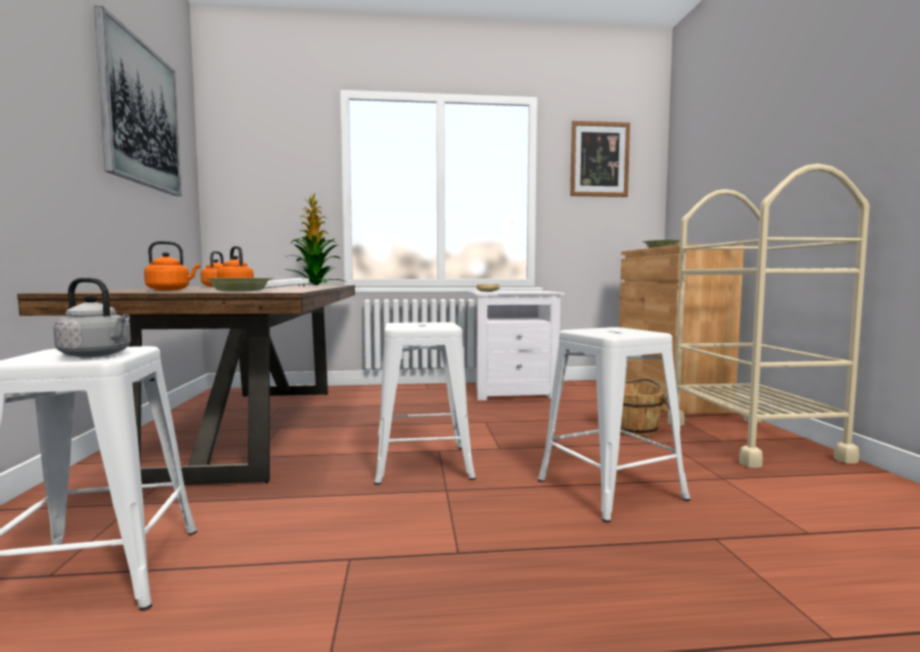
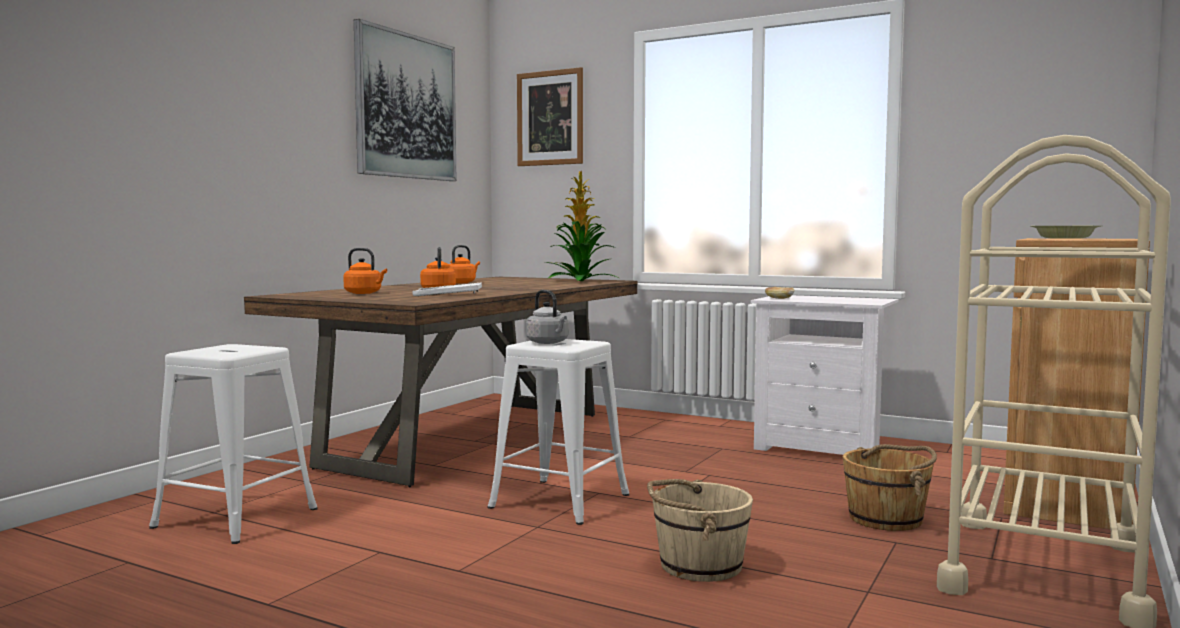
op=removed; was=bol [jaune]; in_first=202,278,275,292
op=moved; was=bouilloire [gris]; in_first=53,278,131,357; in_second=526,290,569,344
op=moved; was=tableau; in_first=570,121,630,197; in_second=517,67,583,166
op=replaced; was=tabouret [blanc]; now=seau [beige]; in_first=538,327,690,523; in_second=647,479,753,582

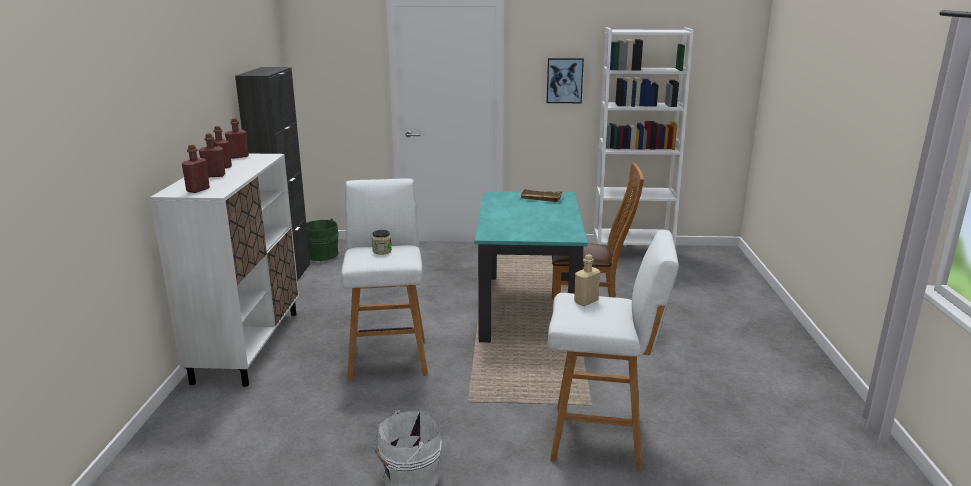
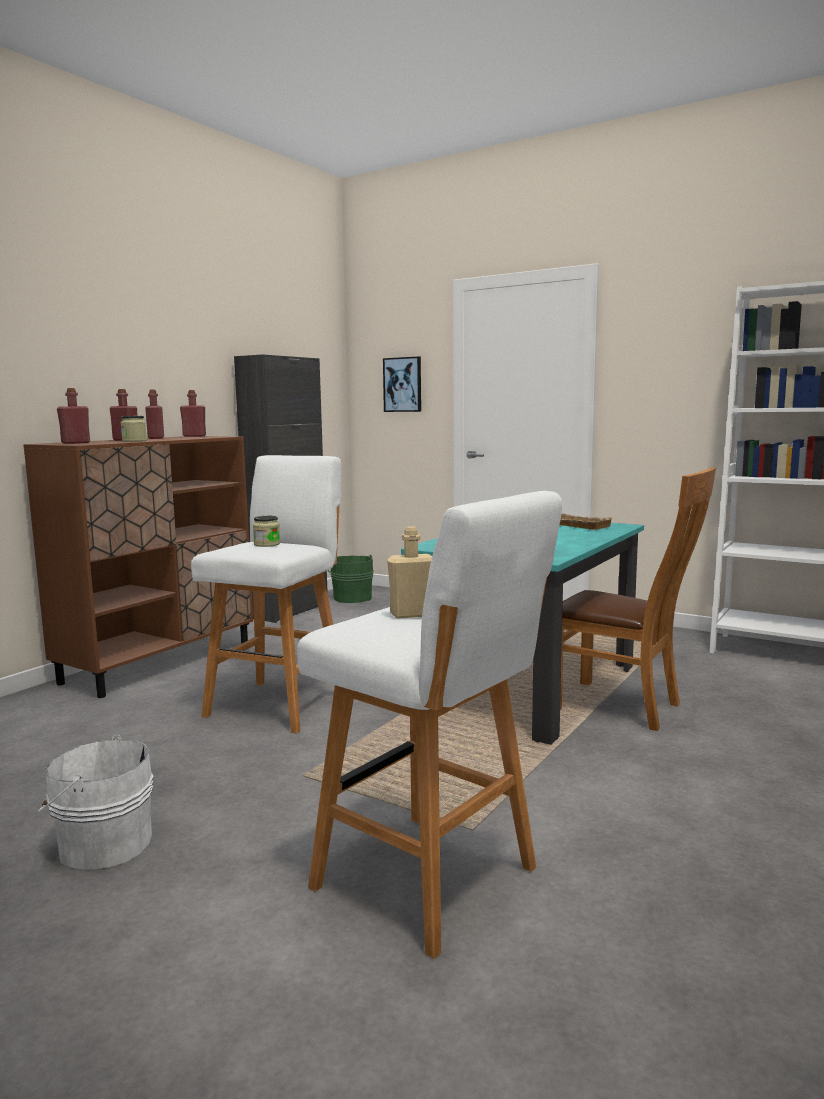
op=added; now=bocal; in_second=121,416,147,442
op=moved; was=tableau; in_first=547,58,584,103; in_second=383,356,421,412
op=recoloured; was=meuble de rangement [blanc]; now=meuble de rangement [marron]; in_first=150,154,299,387; in_second=23,436,253,698

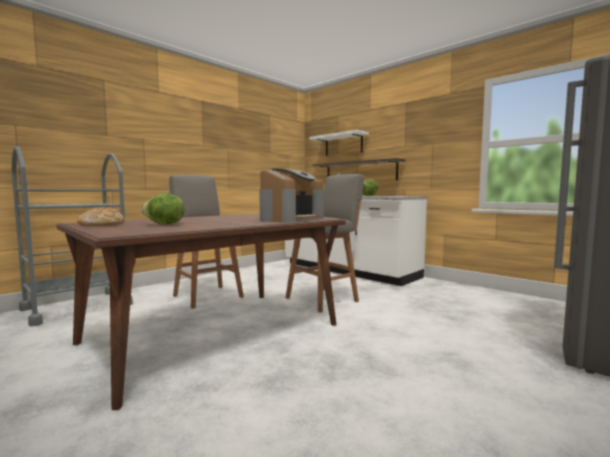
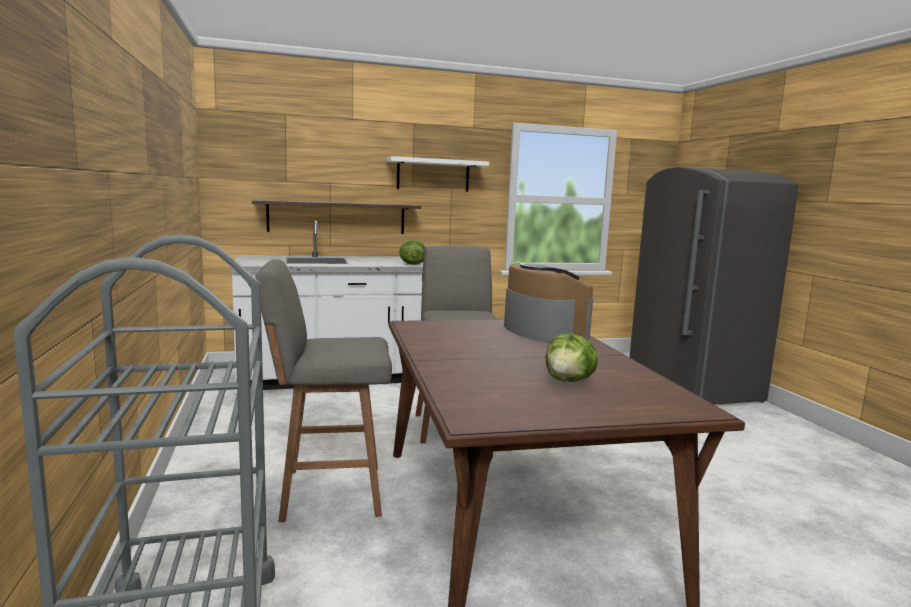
op=removed; was=pain; in_first=77,207,124,226
op=moved; was=étagère [blanc]; in_first=309,130,369,156; in_second=386,156,489,192

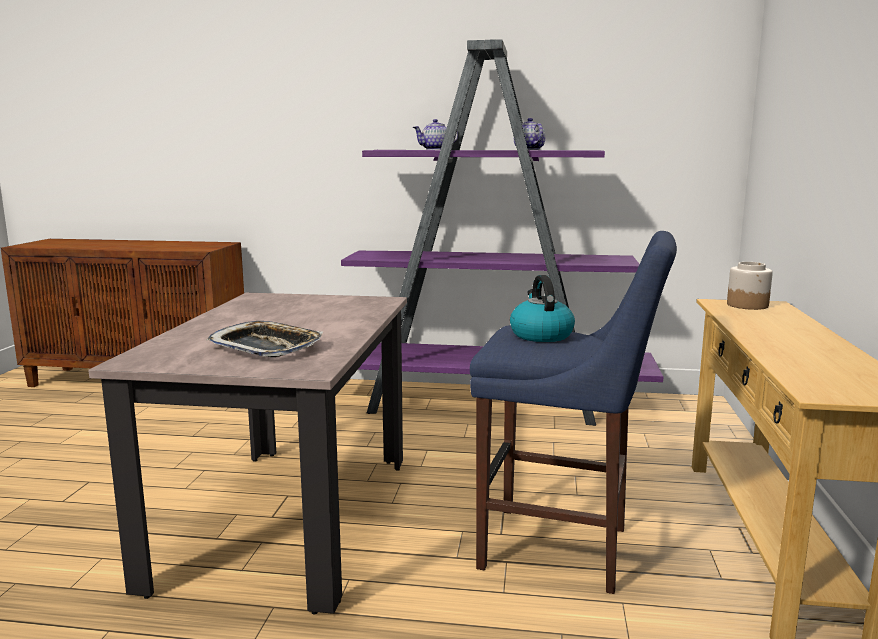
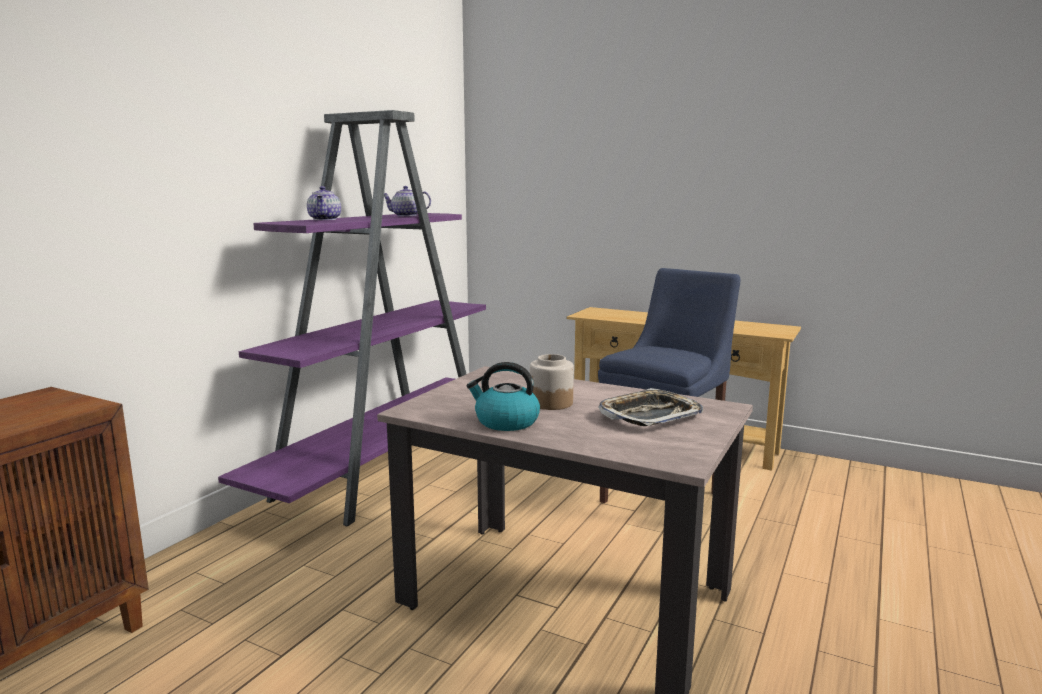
op=moved; was=bouilloire; in_first=510,275,575,342; in_second=466,362,540,431
op=moved; was=bocal; in_first=727,262,773,310; in_second=530,354,574,410

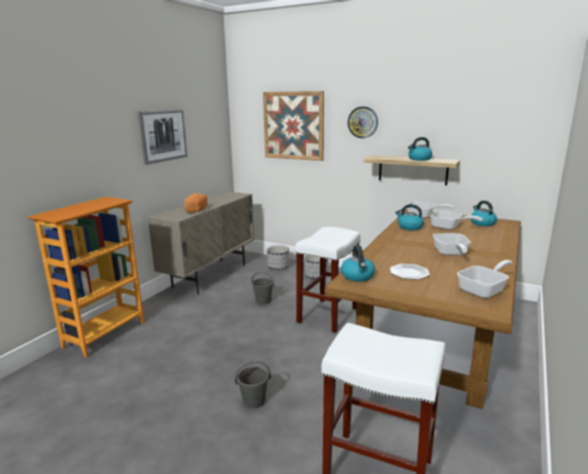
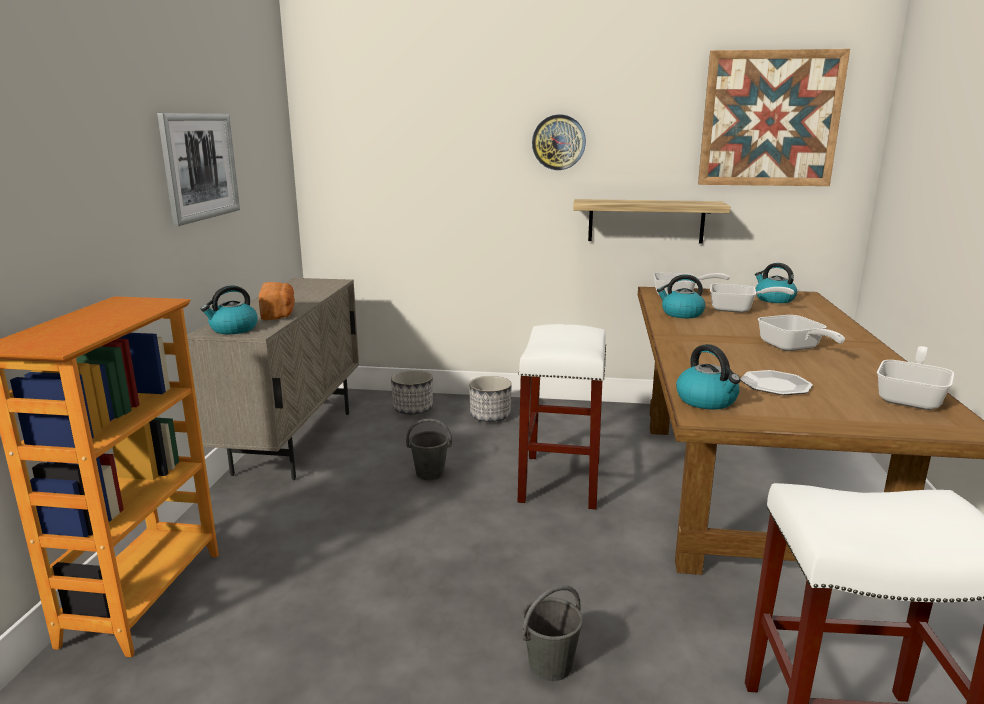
op=moved; was=tableau; in_first=263,91,324,161; in_second=698,49,850,186
op=moved; was=bouilloire; in_first=408,137,432,161; in_second=201,285,258,334

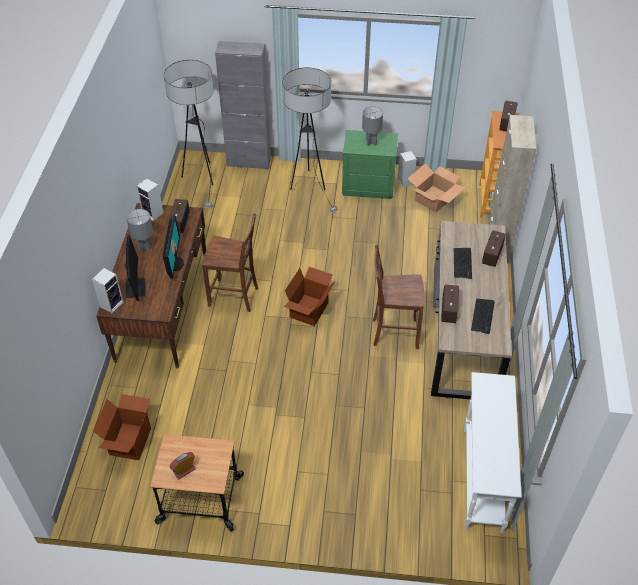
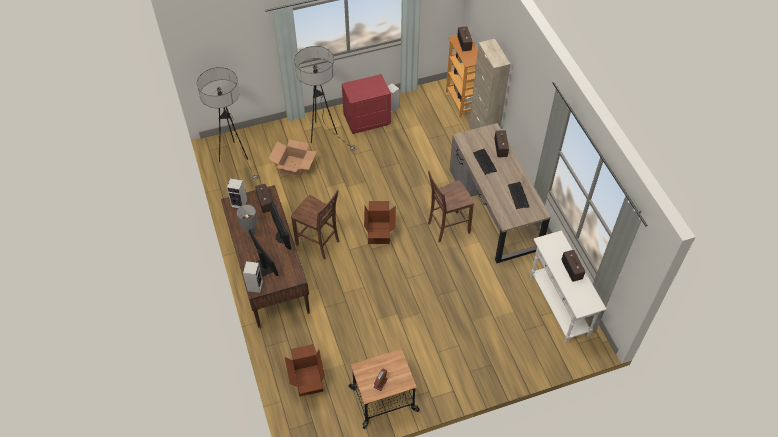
op=removed; was=meuble de rangement [gris]; in_first=215,41,271,170
op=removed; was=lampe de table [gris]; in_first=362,106,383,146
op=moved; was=carton; in_first=408,164,466,212; in_second=269,139,317,178
op=moved; was=radio; in_first=441,285,459,323; in_second=561,250,585,282
op=recoloured; was=table de chevet [vert]; now=table de chevet [rouge]; in_first=342,130,398,199; in_second=342,74,391,134
op=turned; was=chaise [marron]; in_first=202,213,258,312; in_second=291,189,339,260; clockwise=45

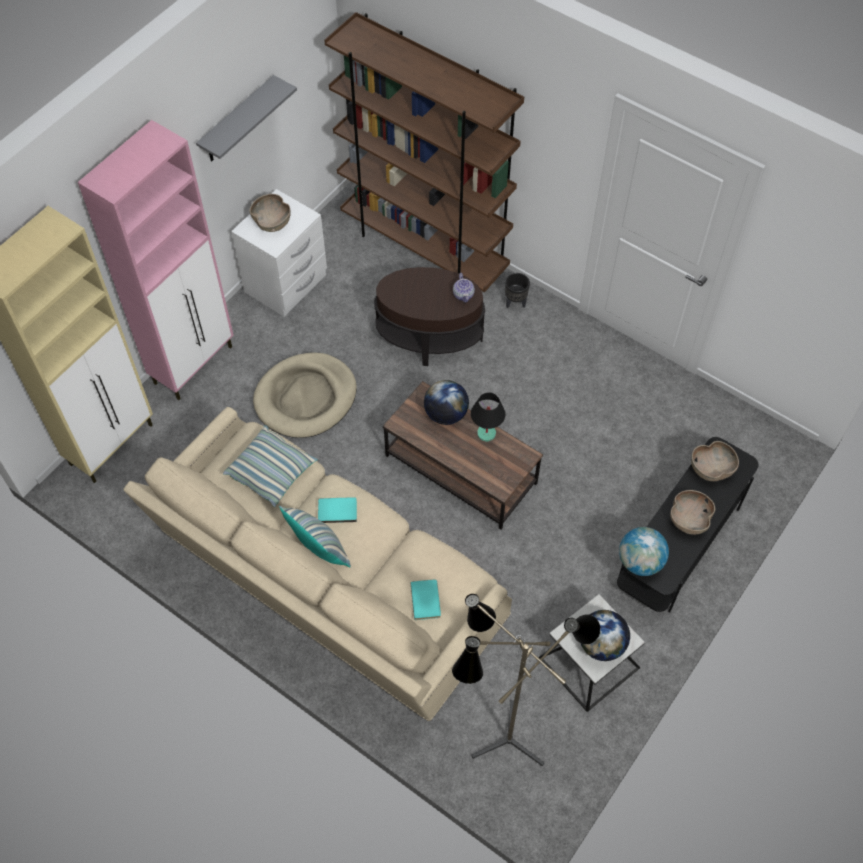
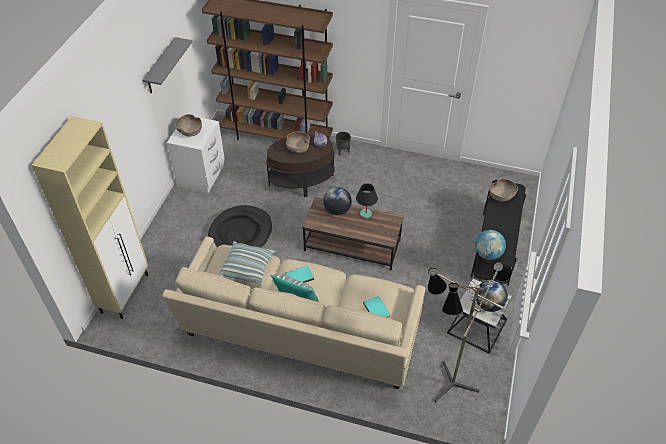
op=removed; was=meuble de rangement [rose]; in_first=78,120,234,400
op=moved; was=bol [marron]; in_first=670,490,715,535; in_second=286,132,310,153
op=recoloured; was=panier pour chien [beige]; now=panier pour chien [noir]; in_first=253,352,357,438; in_second=208,205,272,248

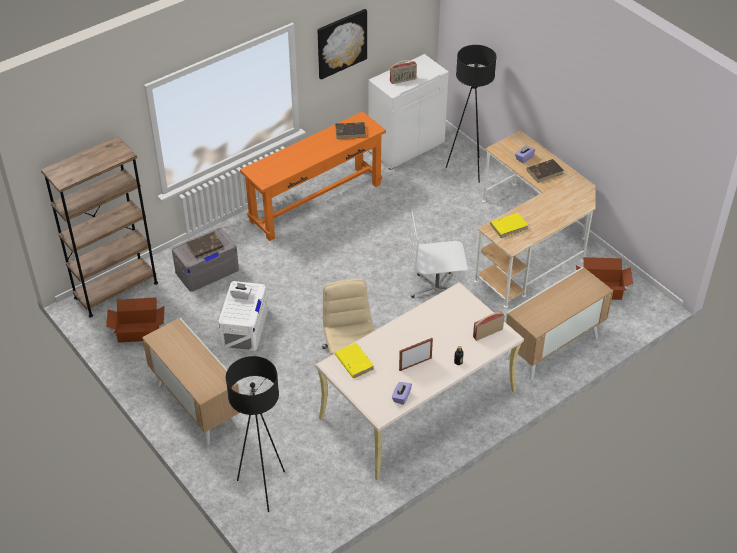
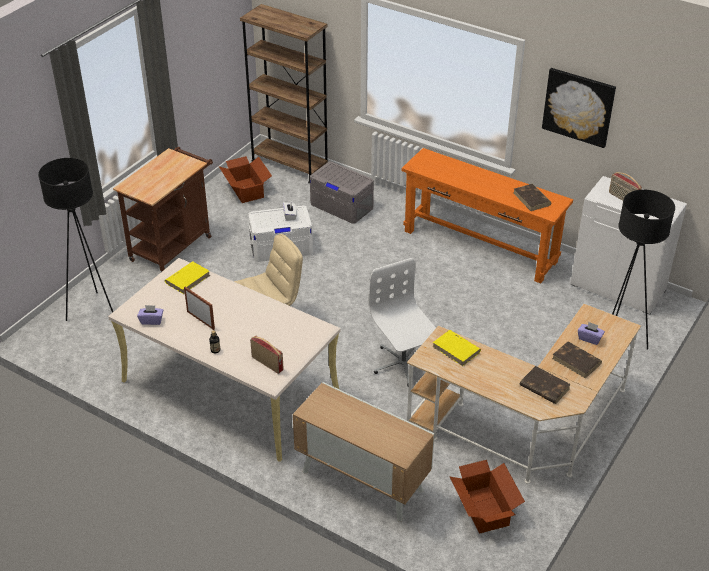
op=moved; was=livre [marron]; in_first=186,232,223,258; in_second=520,366,571,404
op=replaced; was=meuble de rangement; now=chariot [marron]; in_first=142,318,241,446; in_second=113,147,213,272

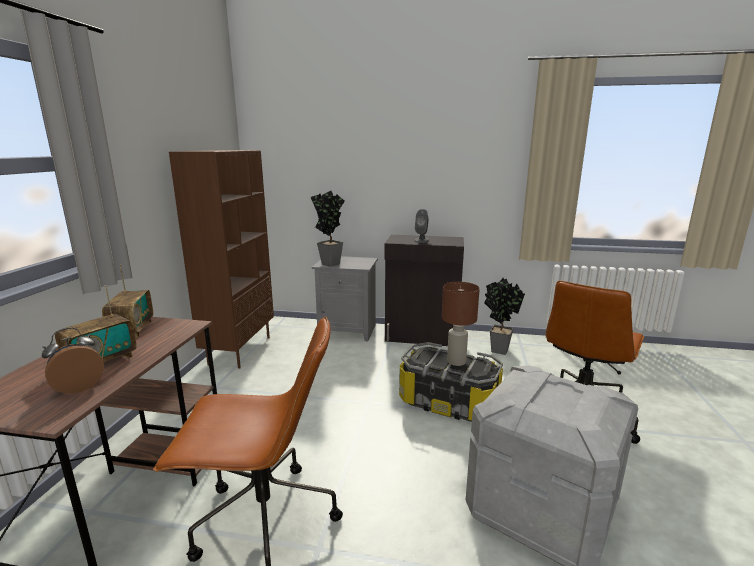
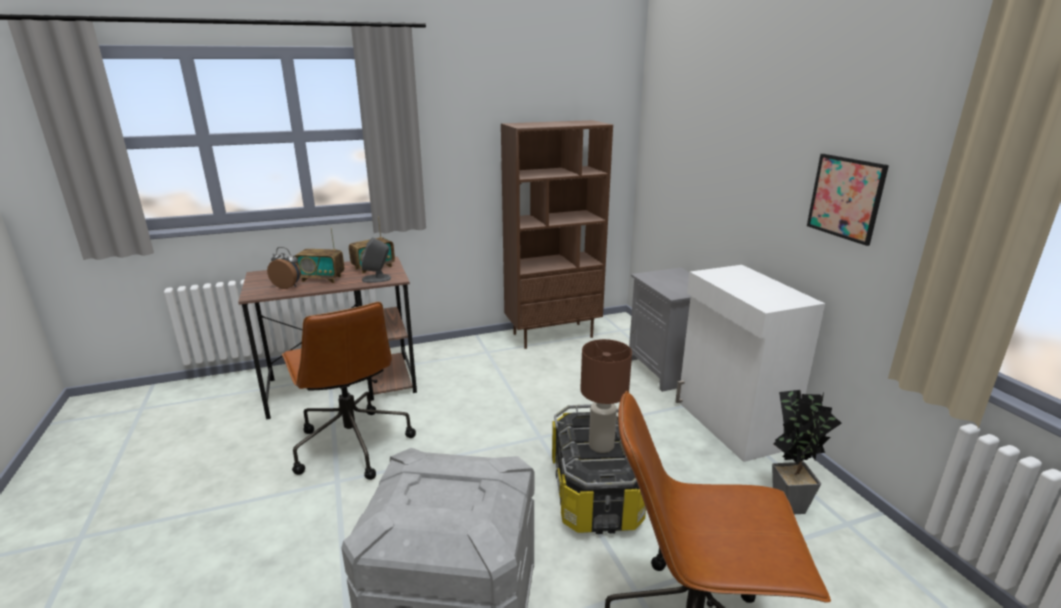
op=removed; was=plante en pot; in_first=311,191,345,267
op=added; now=tableau; in_second=807,154,889,246
op=moved; was=enceinte [gris]; in_first=414,209,429,243; in_second=362,237,391,283
op=recoloured; was=meuble de rangement [noir]; now=meuble de rangement [blanc]; in_first=384,235,464,346; in_second=675,265,825,462

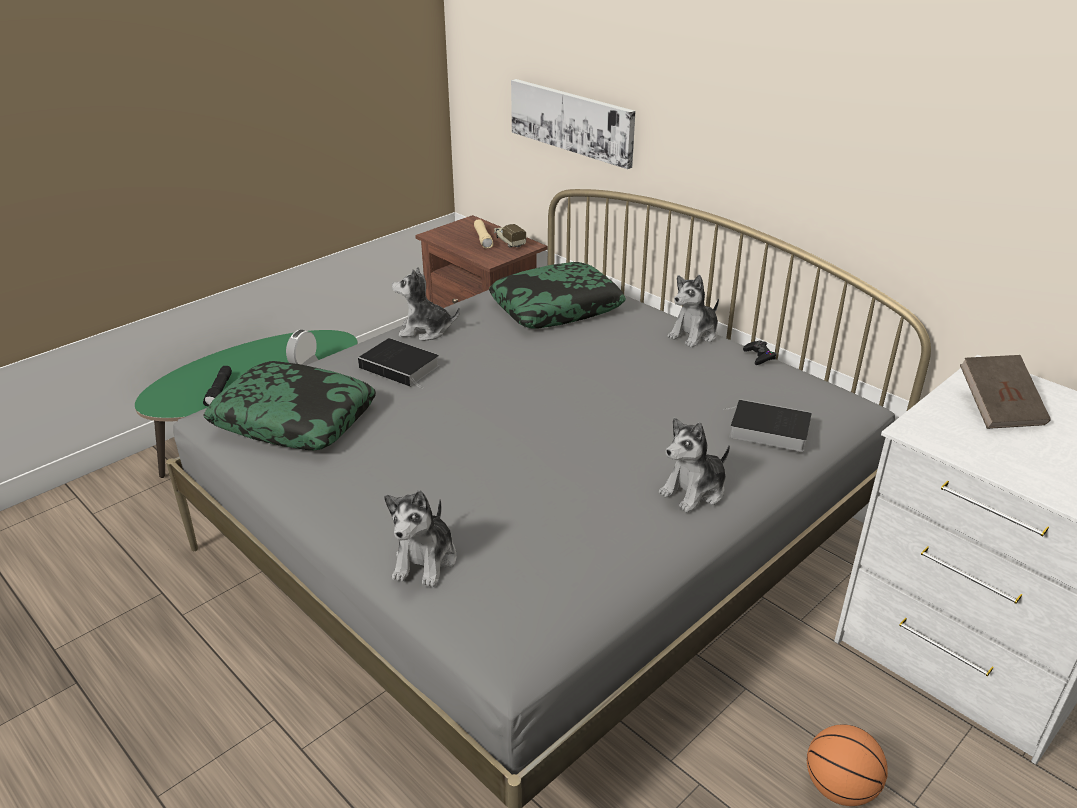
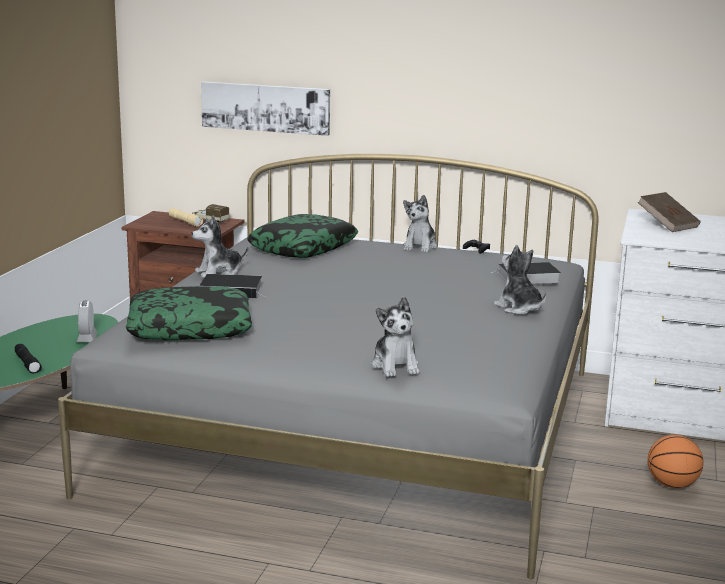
op=turned; was=peluche; in_first=659,418,730,512; in_second=493,245,547,315; clockwise=120

